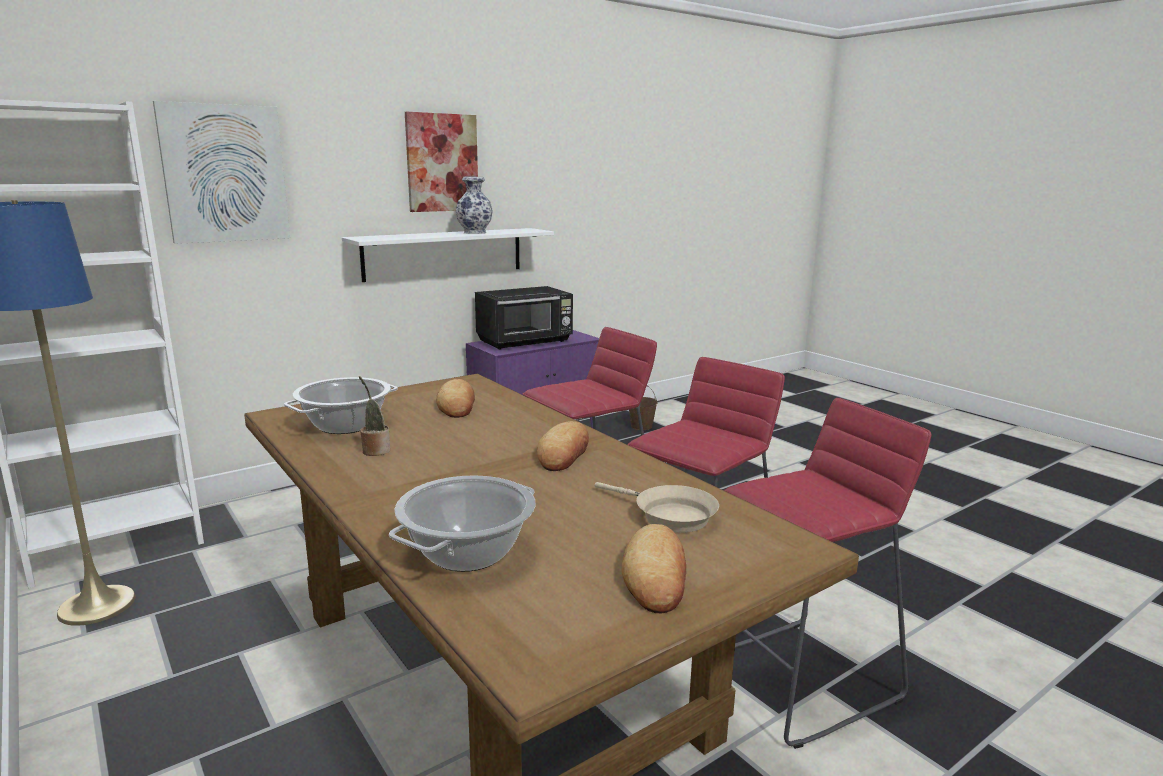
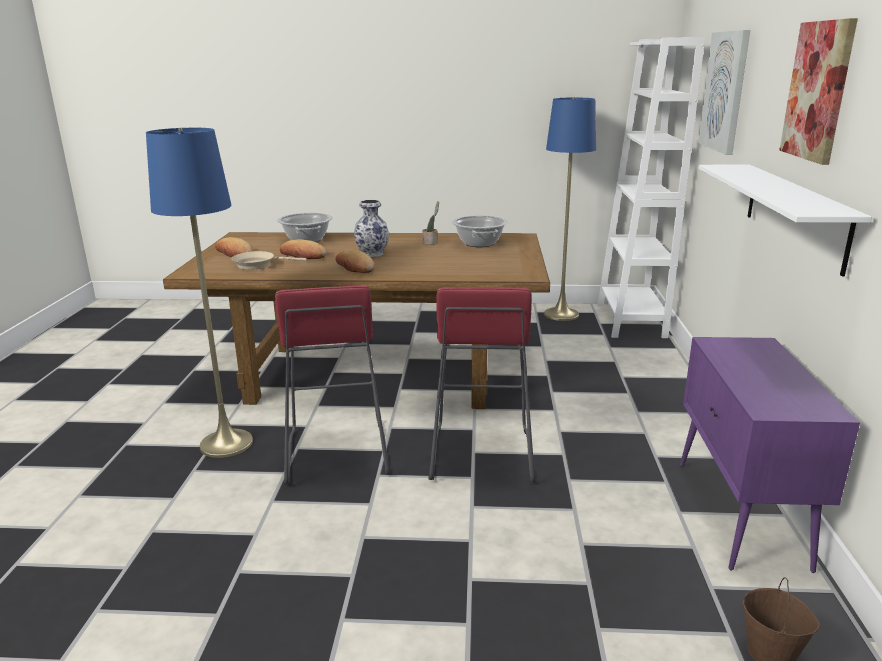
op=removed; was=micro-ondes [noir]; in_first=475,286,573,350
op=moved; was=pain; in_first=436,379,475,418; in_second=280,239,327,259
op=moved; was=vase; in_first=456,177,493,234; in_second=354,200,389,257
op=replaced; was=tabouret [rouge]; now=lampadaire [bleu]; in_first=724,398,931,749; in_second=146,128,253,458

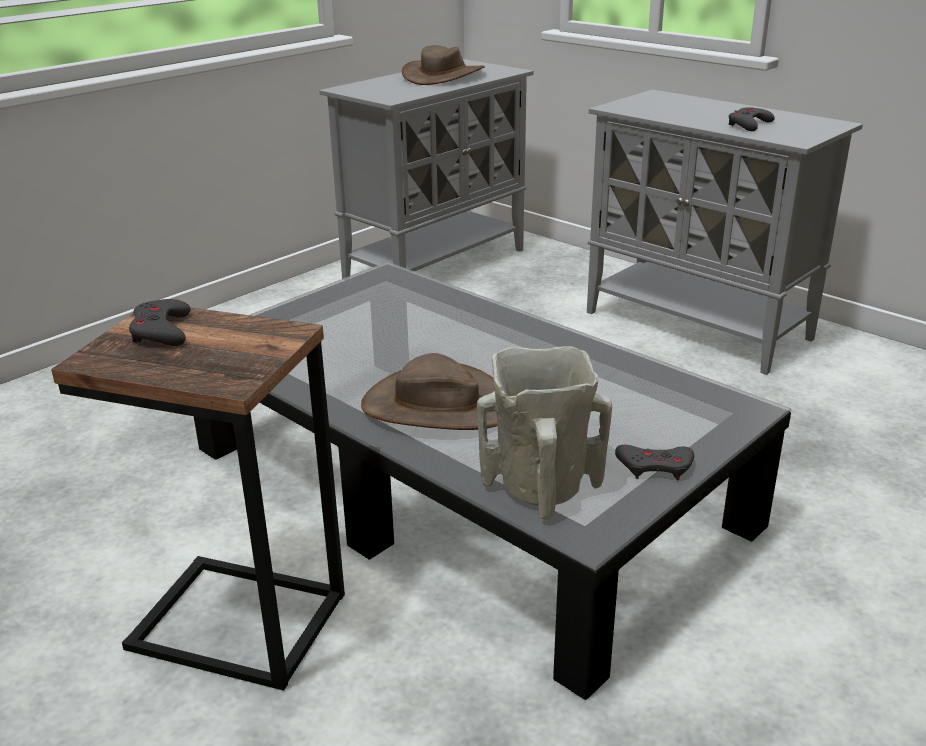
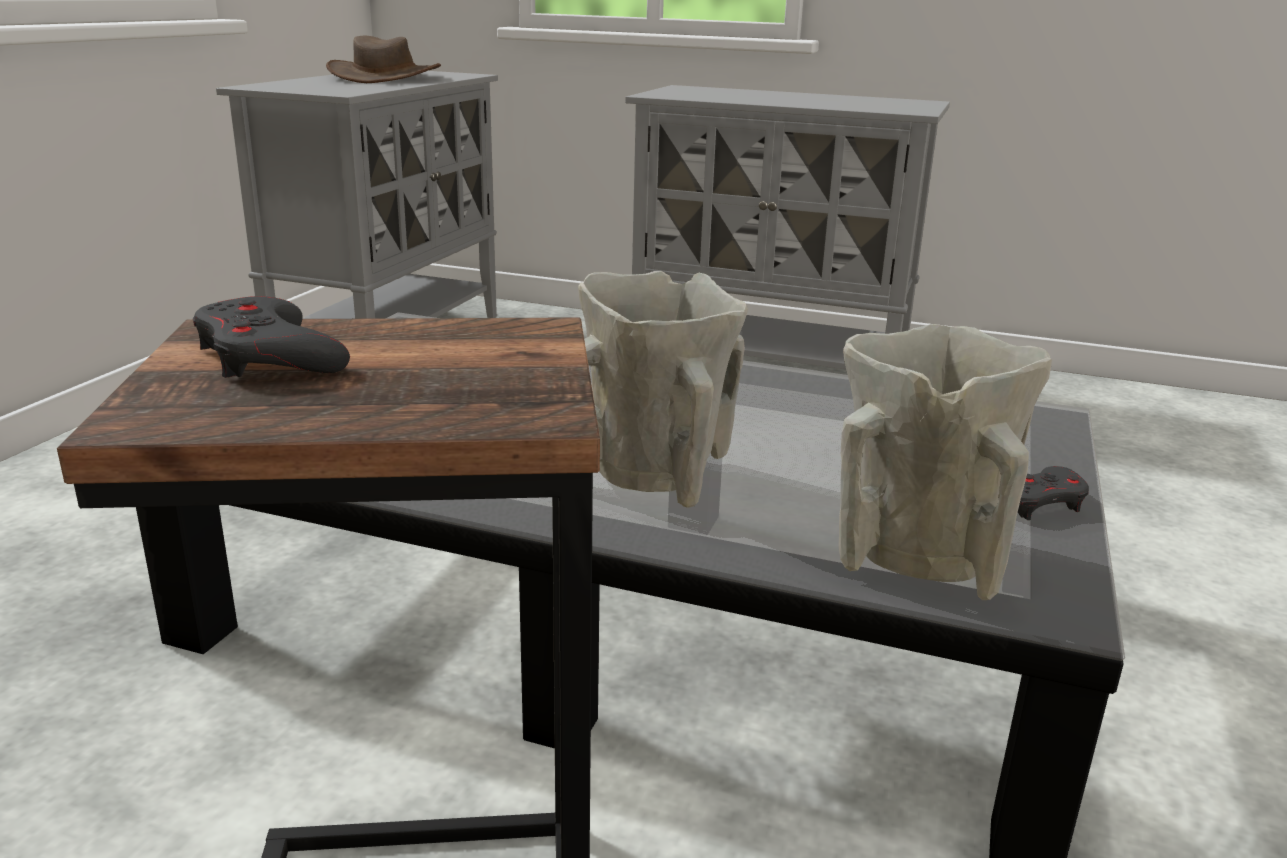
op=removed; was=manette [gris]; in_first=728,107,775,131
op=replaced; was=chapeau [marron]; now=vase [beige]; in_first=361,353,498,430; in_second=578,271,748,508

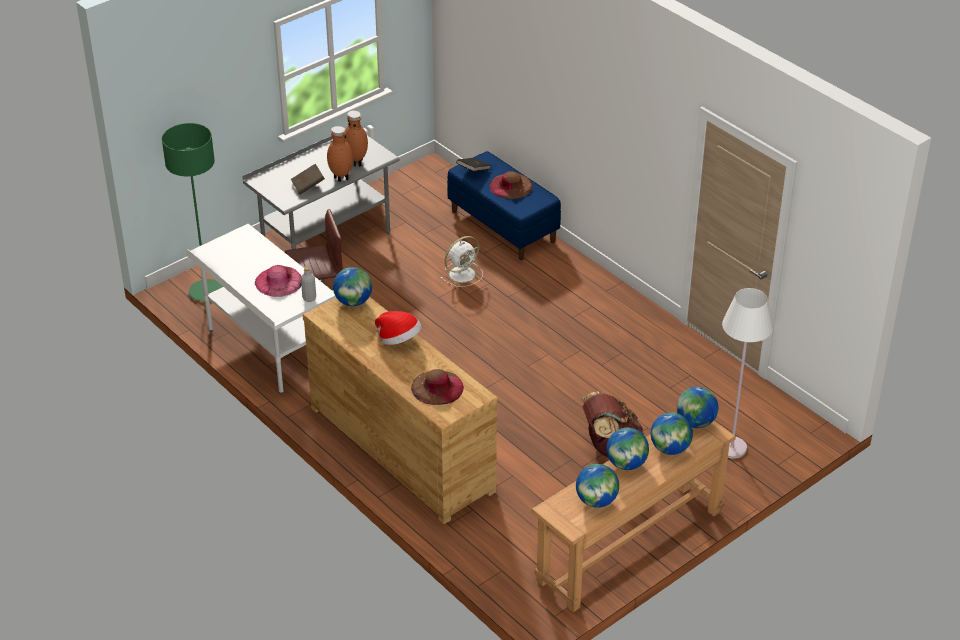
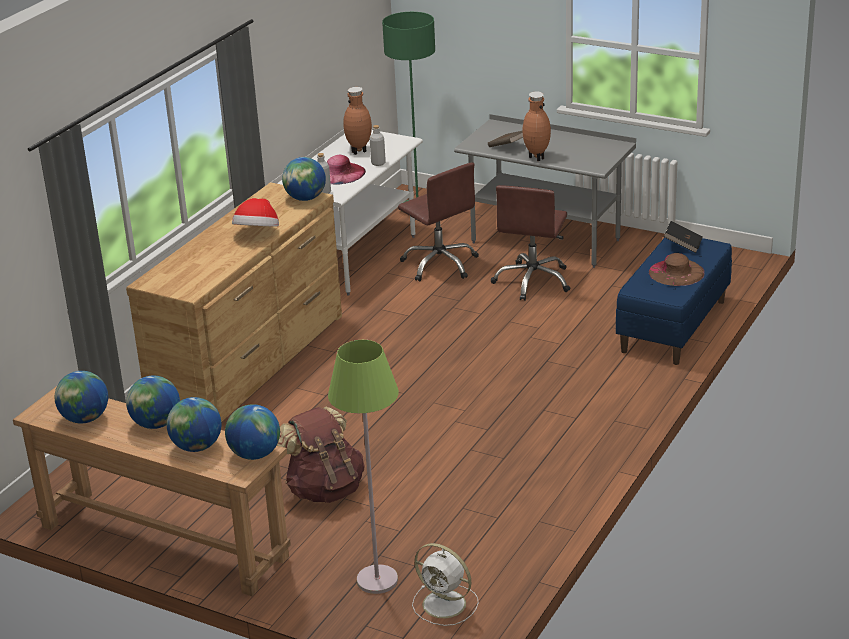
op=removed; was=chapeau [marron]; in_first=411,369,464,405
op=added; now=bouteille [gris]; in_second=370,125,386,166
op=added; now=chaise de bureau [marron]; in_second=491,185,570,301
op=moved; was=vase [marron]; in_first=345,111,368,167; in_second=343,87,372,155
op=moved; was=ventilateur [blanc]; in_first=440,236,483,287; in_second=412,543,478,626
op=recoloured; was=lampadaire [blanc]; now=lampadaire [vert]; in_first=722,288,773,459; in_second=328,340,399,594

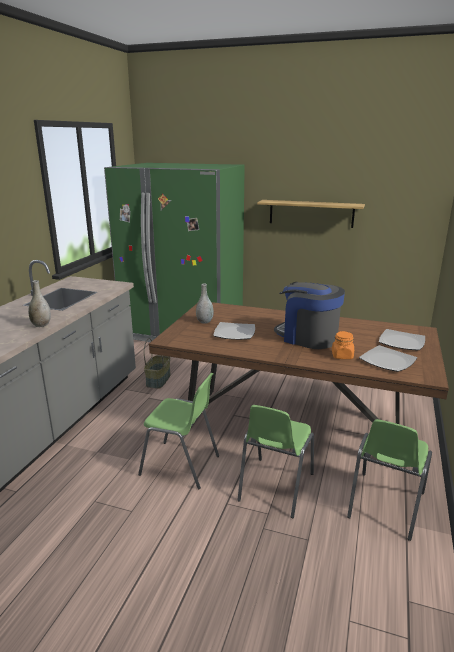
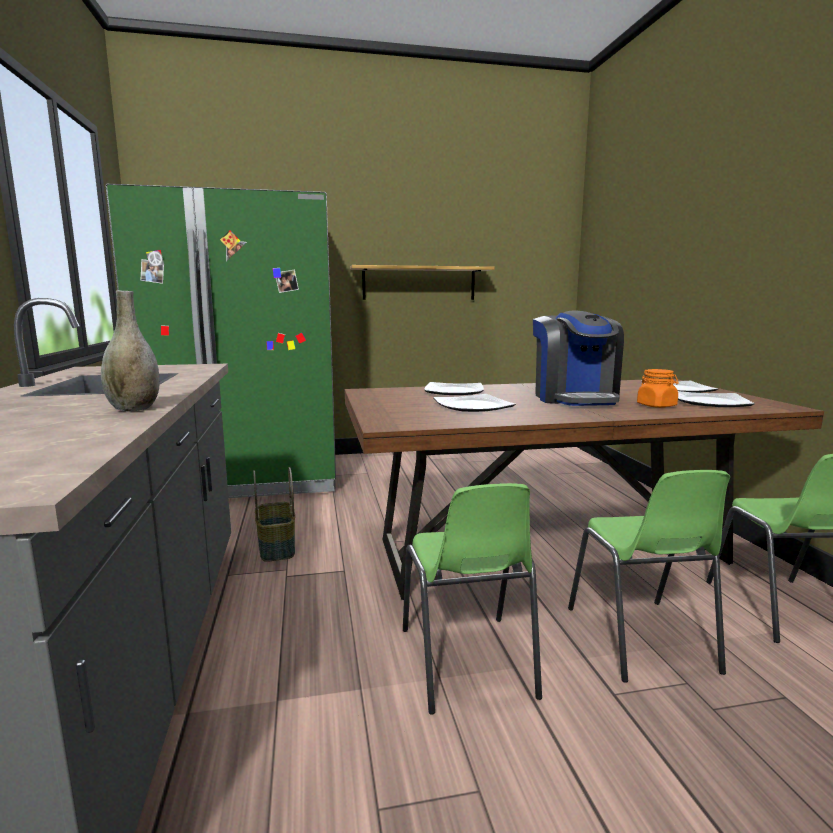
op=removed; was=vase [gris]; in_first=196,284,214,324
op=added; now=assiette; in_second=424,382,484,395
op=turned; was=chaise [vert]; in_first=138,373,219,489; in_second=403,483,542,715; clockwise=90
op=turned; was=machine à café; in_first=274,282,345,349; in_second=533,311,624,406; clockwise=-105

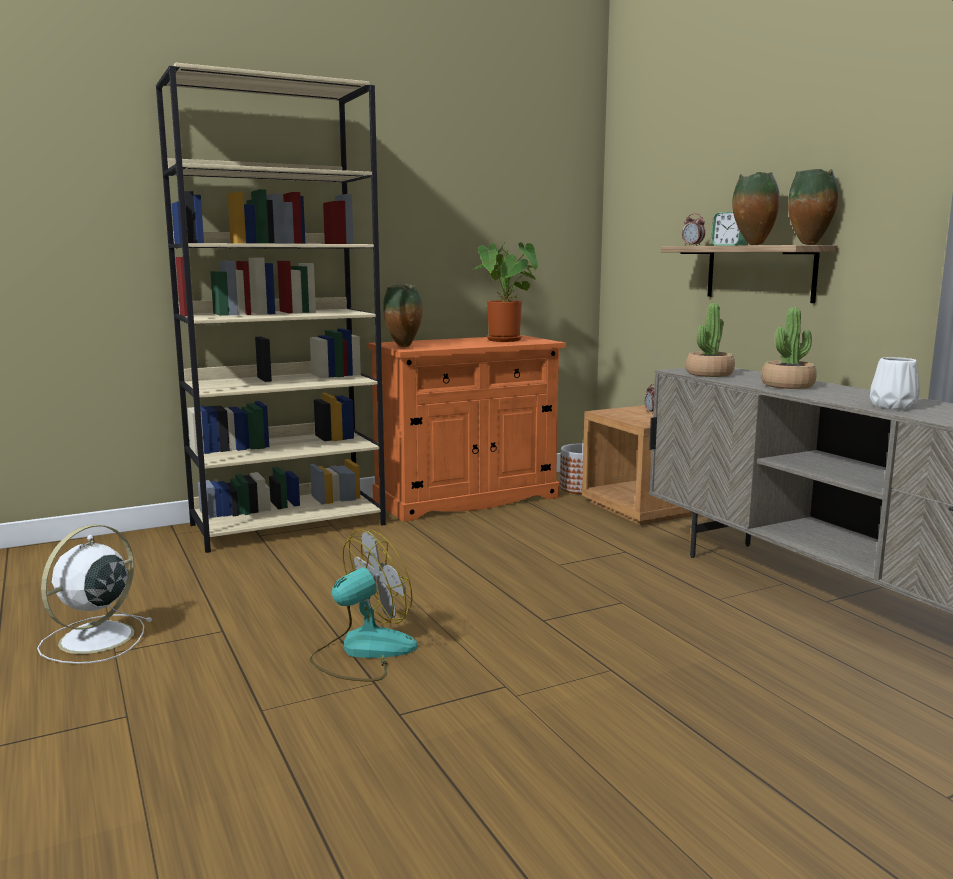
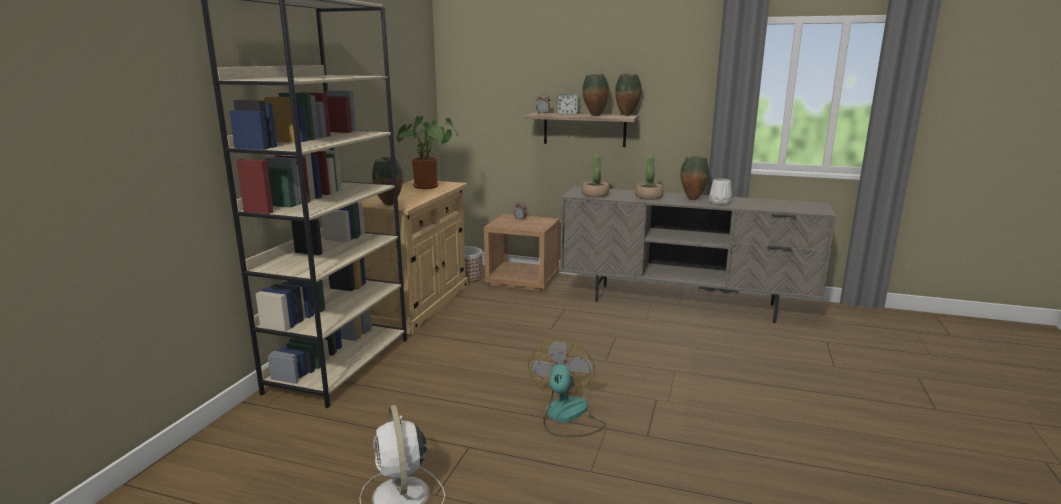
op=added; now=vase; in_second=680,156,709,200
op=recoloured; was=meuble de rangement [orange]; now=meuble de rangement [beige]; in_first=367,335,566,522; in_second=358,179,468,334

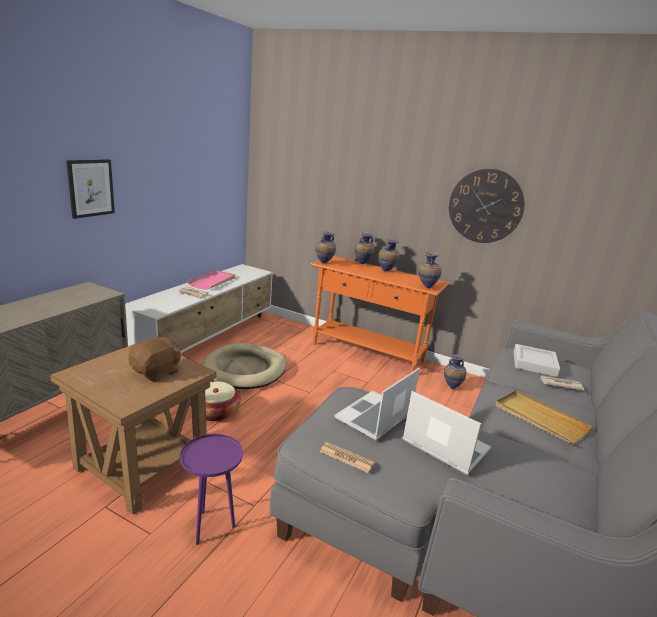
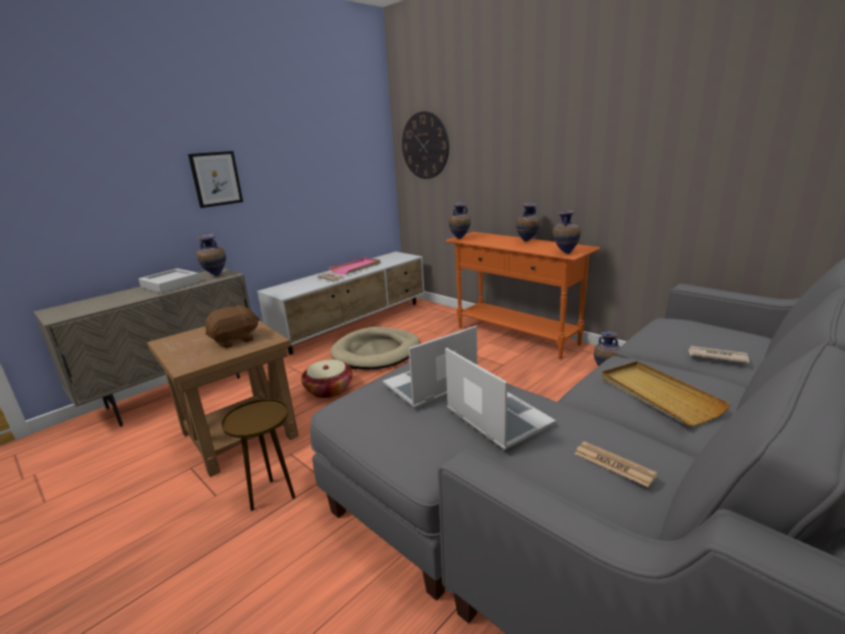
op=moved; was=journal; in_first=320,442,375,473; in_second=575,441,658,487
op=moved; was=vase; in_first=354,232,375,264; in_second=197,234,226,276
op=moved; was=horloge murale; in_first=449,169,525,243; in_second=402,111,449,179
op=moved; was=plateau [gris]; in_first=514,344,560,377; in_second=139,268,200,293
op=recoloured; was=table d'appoint [violet]; now=table d'appoint [marron]; in_first=180,434,243,545; in_second=221,399,295,511

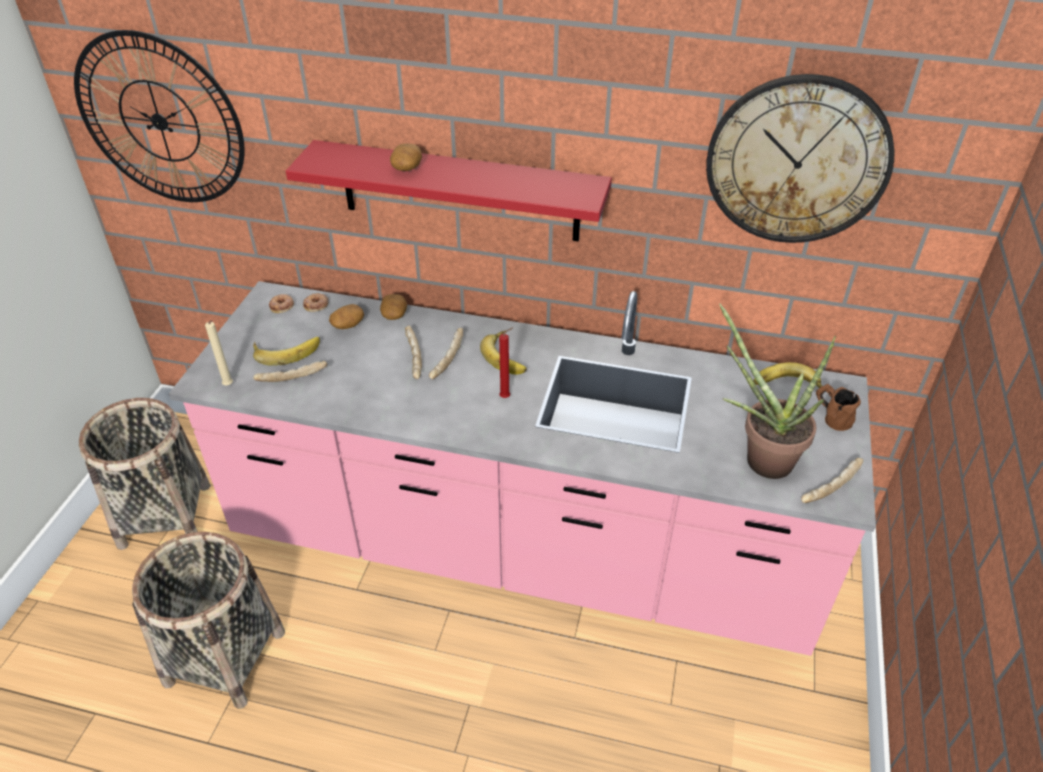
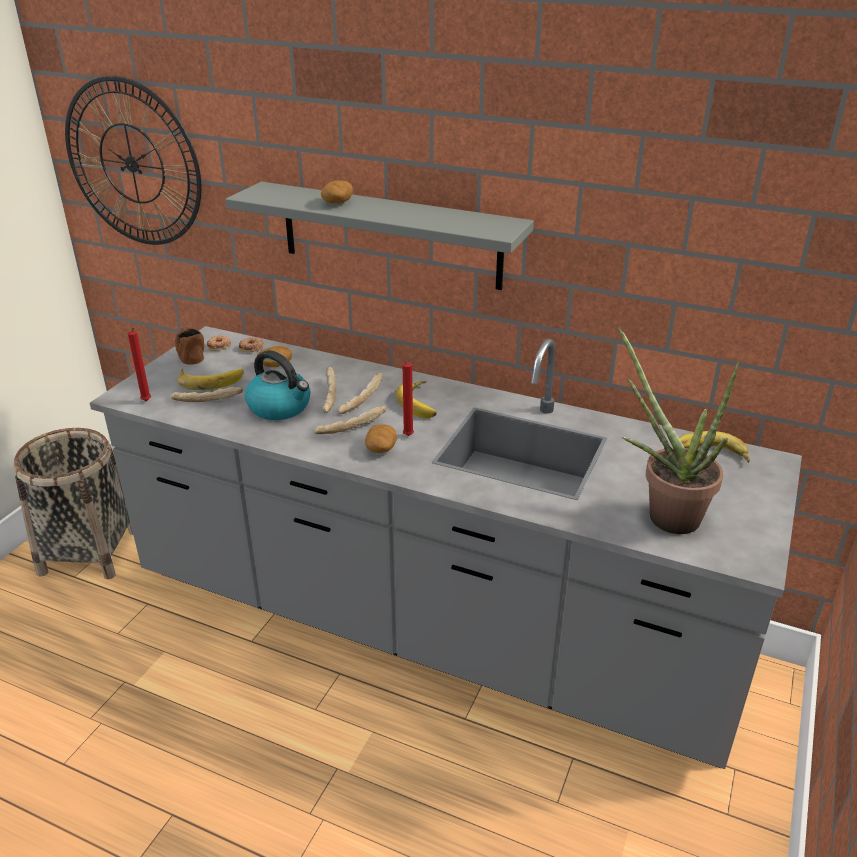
op=removed; was=panier; in_first=132,532,285,709
op=removed; was=horloge murale; in_first=706,74,894,243
op=added; now=bouilloire; in_second=245,350,310,420
op=moved; was=pomme de terre; in_first=380,294,407,320; in_second=365,424,397,453
op=moved; was=pain; in_first=801,458,863,503; in_second=314,406,386,434
op=moved; was=mug [marron]; in_first=816,384,861,431; in_second=175,326,204,364
op=recoloured; was=comptoir de cuisine [rose]; now=comptoir de cuisine [gris]; in_first=168,281,876,656; in_second=90,326,802,769
op=recoloured; was=bougie [beige]; now=bougie [rouge]; in_first=205,320,233,385; in_second=128,327,151,401
op=recoloured; was=étagère [rouge]; now=étagère [gris]; in_first=286,140,612,241; in_second=225,182,534,290

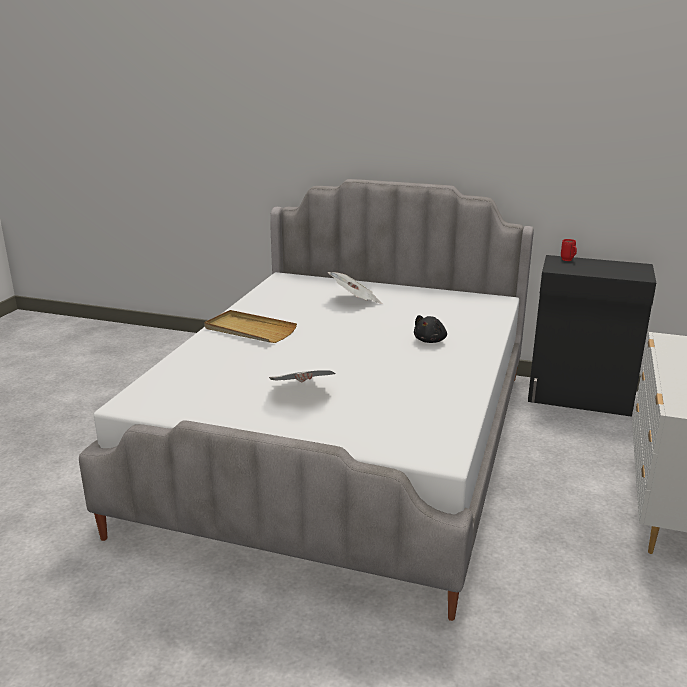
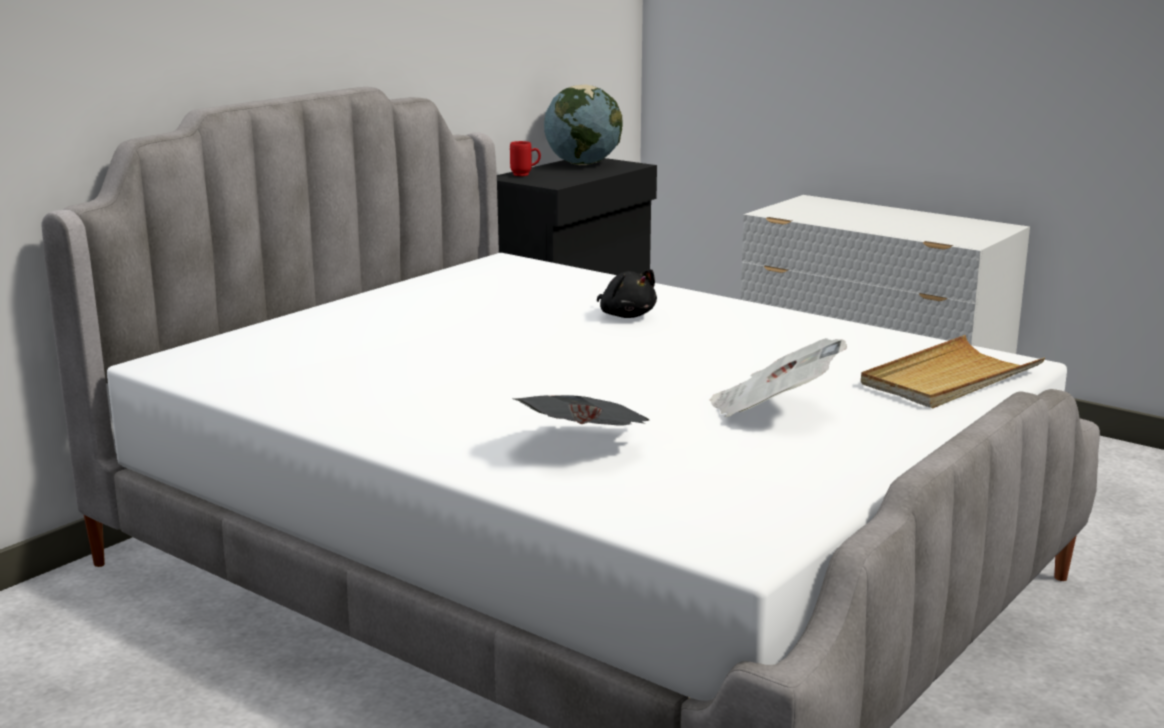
op=added; now=globe; in_second=544,84,623,165
op=moved; was=plateau [beige]; in_first=204,310,297,343; in_second=861,335,1045,408
op=moved; was=journal; in_first=328,272,382,304; in_second=514,395,649,426

